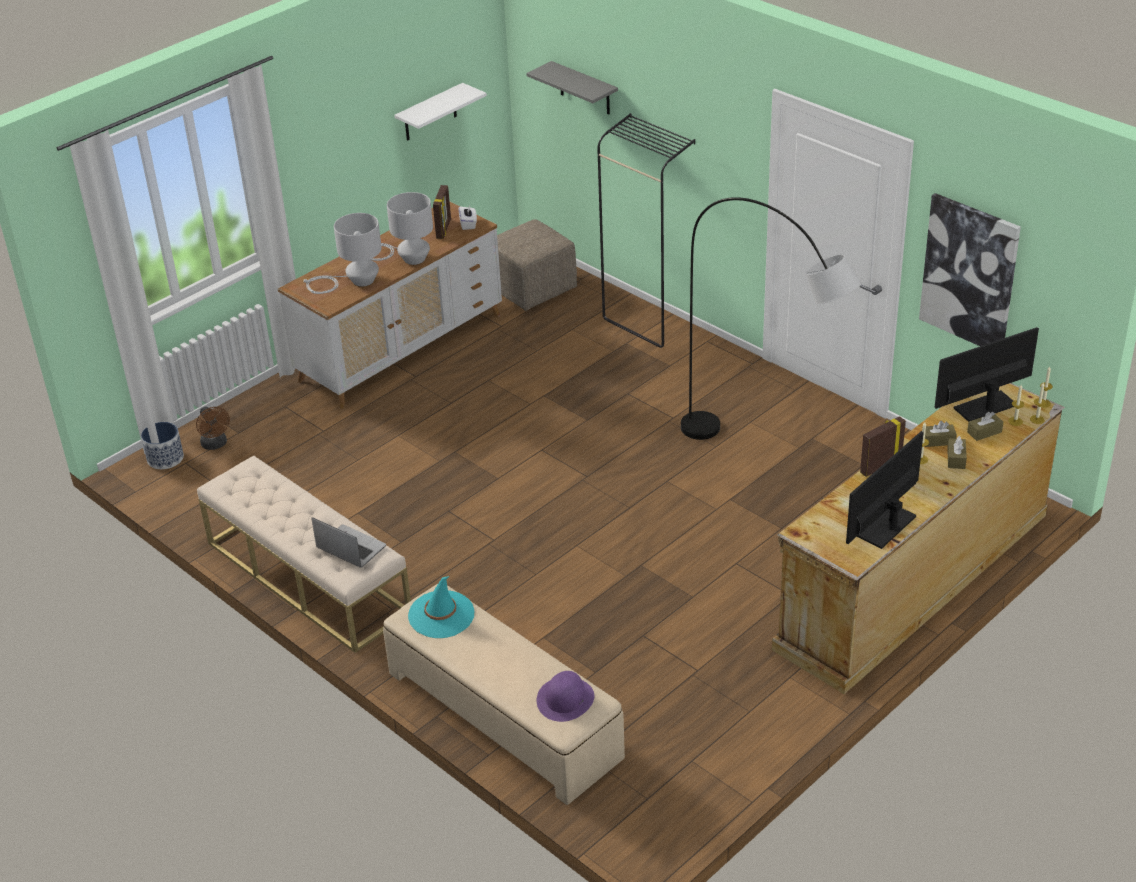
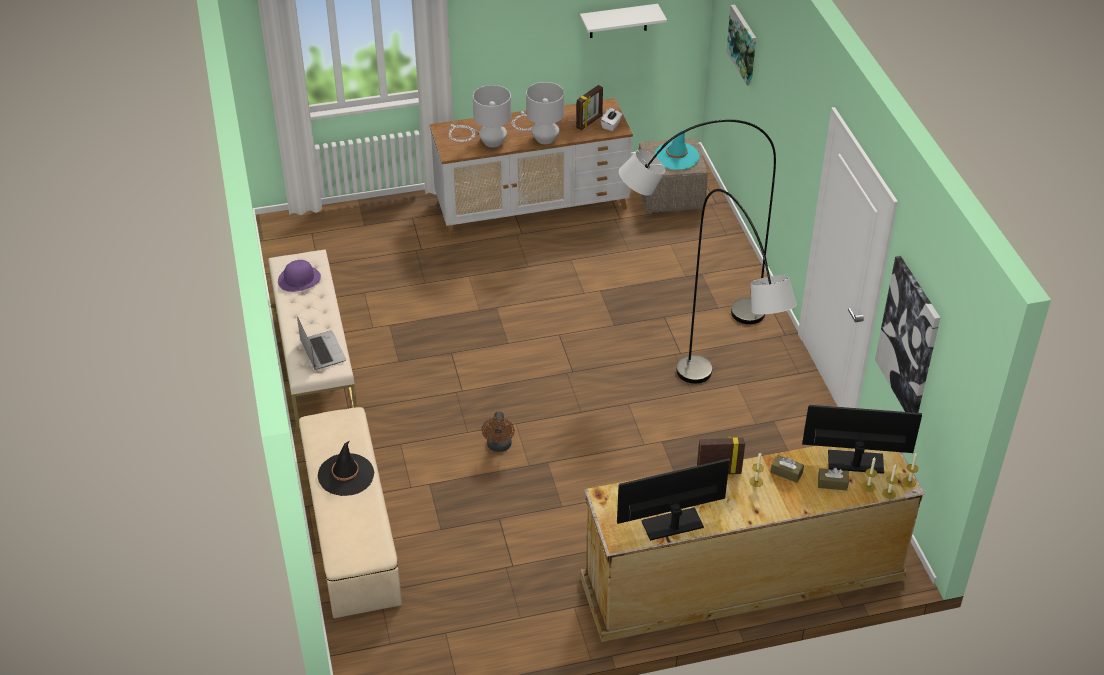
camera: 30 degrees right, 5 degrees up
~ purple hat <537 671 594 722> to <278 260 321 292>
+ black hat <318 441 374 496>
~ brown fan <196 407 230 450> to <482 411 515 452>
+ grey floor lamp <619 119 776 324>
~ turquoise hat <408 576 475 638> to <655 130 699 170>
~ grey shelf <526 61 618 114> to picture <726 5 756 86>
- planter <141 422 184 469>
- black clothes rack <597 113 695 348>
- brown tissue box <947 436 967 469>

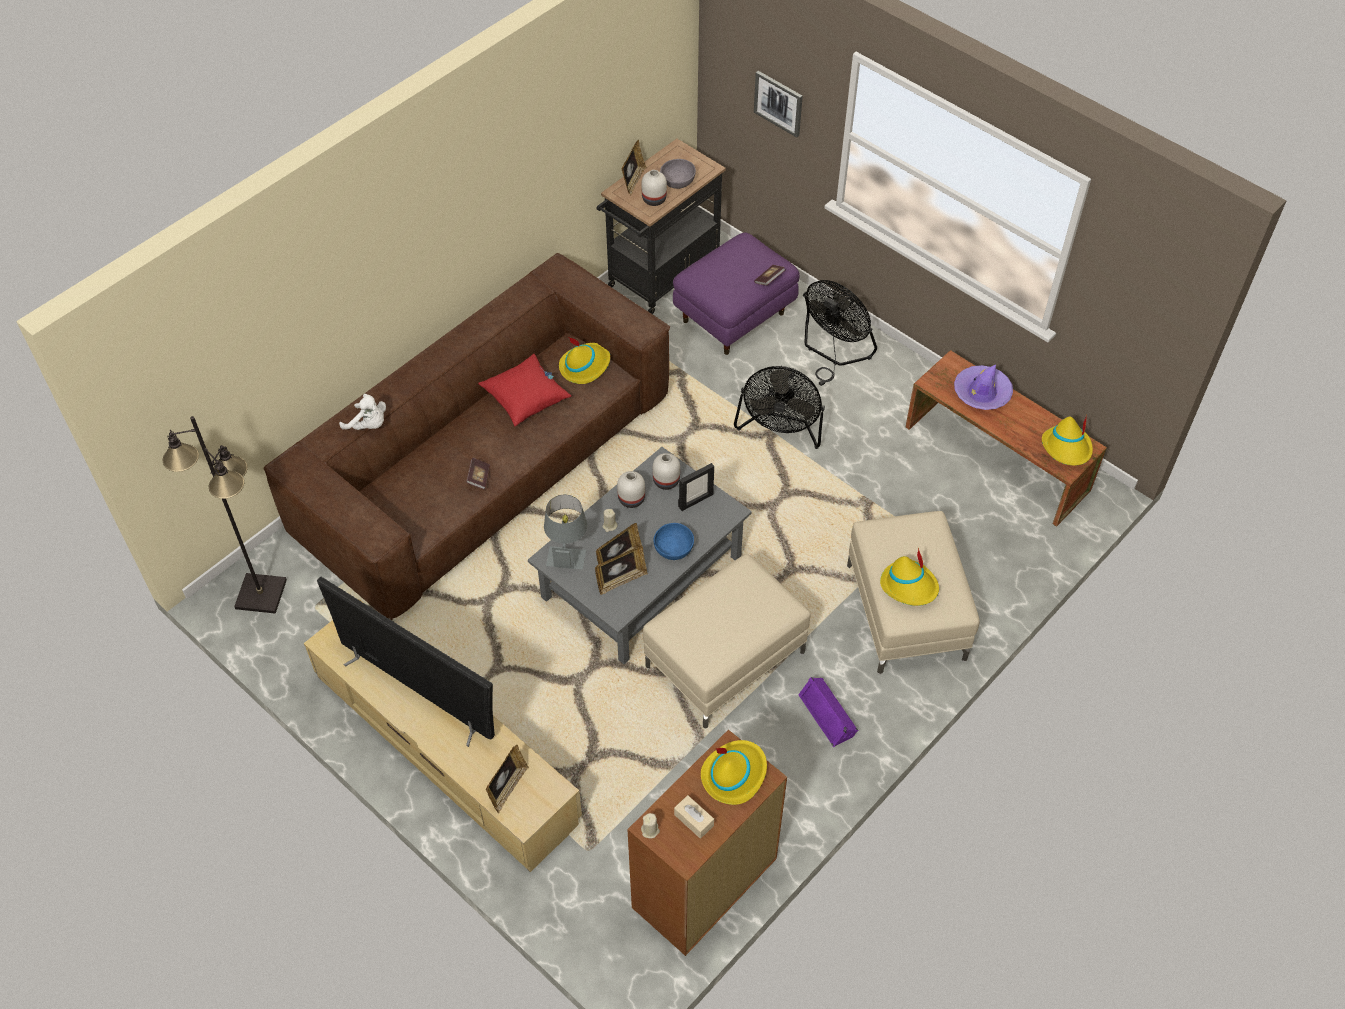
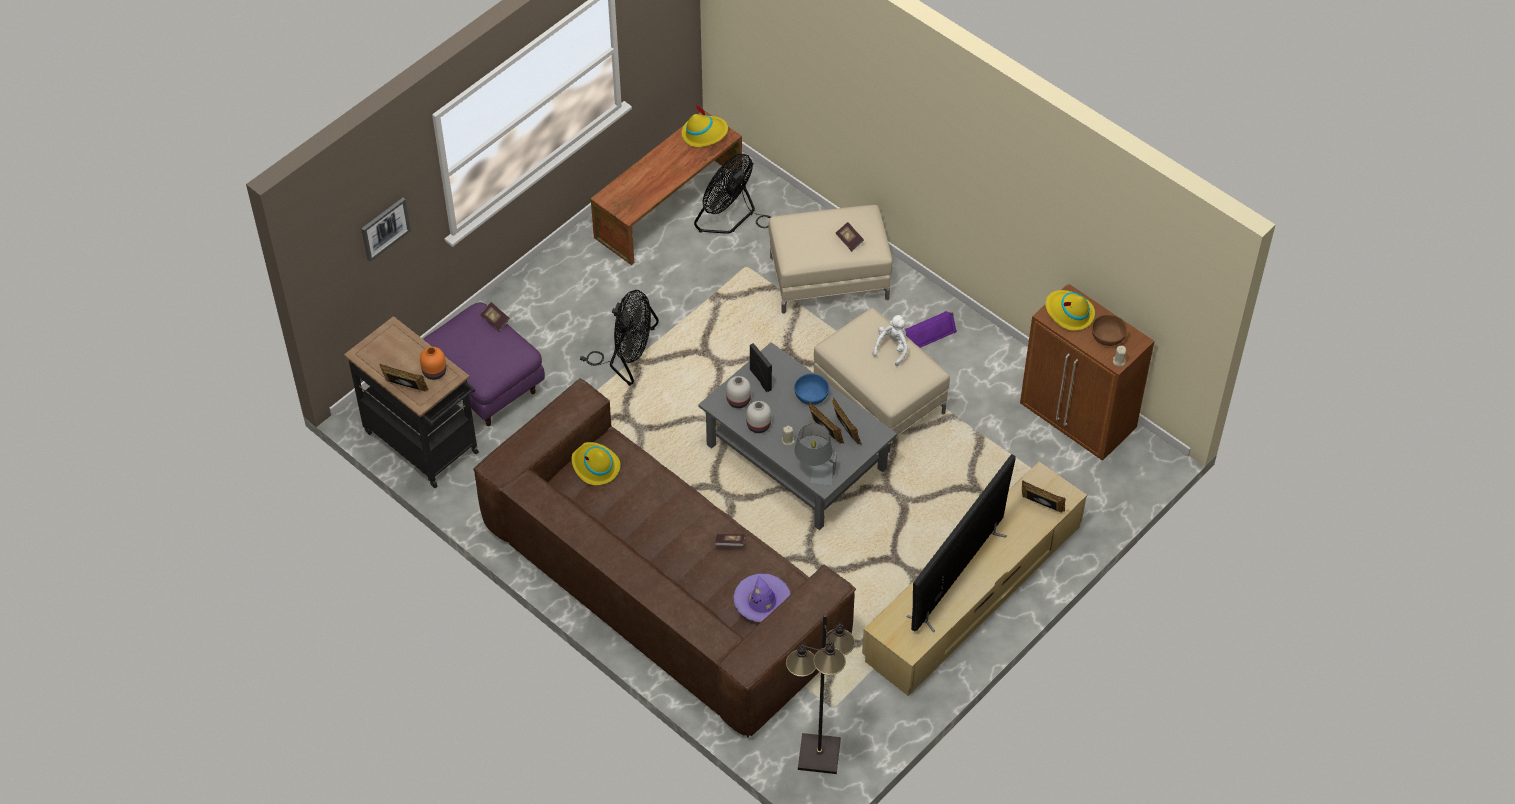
camera: 90 degrees left, 0 degrees up
~ white vase <641 170 667 206> to orange vase <420 347 446 380>
~ black fan <803 280 877 386> to <694 154 771 234>
~ purple hat <954 365 1013 410> to <733 573 791 622>
~ yellow hat <880 548 939 606> to book <836 222 864 251>
~ white plush toy <339 394 386 430> to <872 315 908 366>
~ beige tissue box <674 795 714 839> to brown bowl <1092 314 1127 346>
- red pillow <478 354 571 426>
- grey bowl <660 159 696 189>

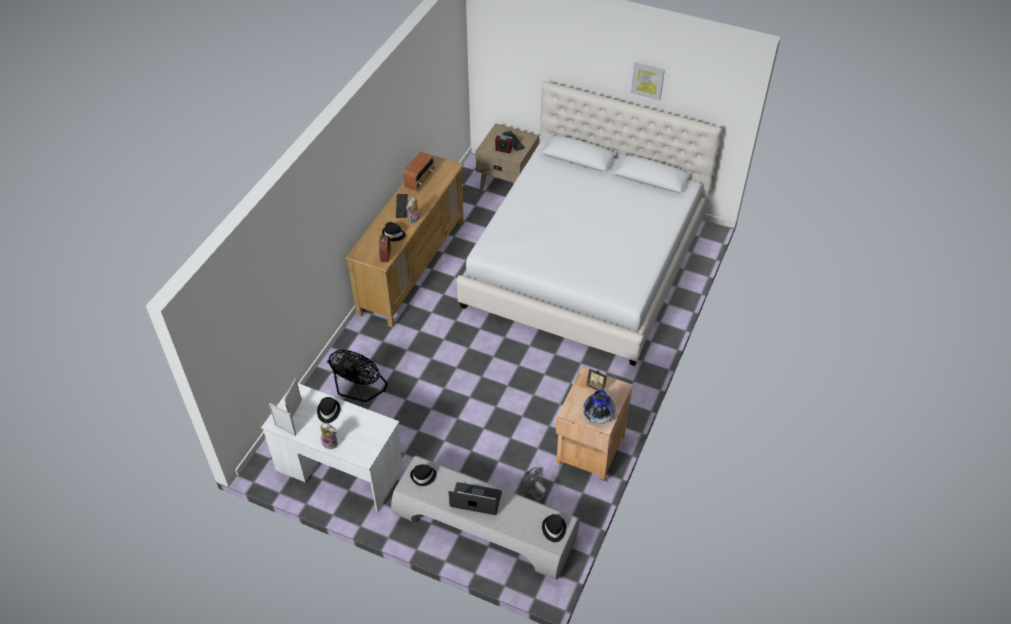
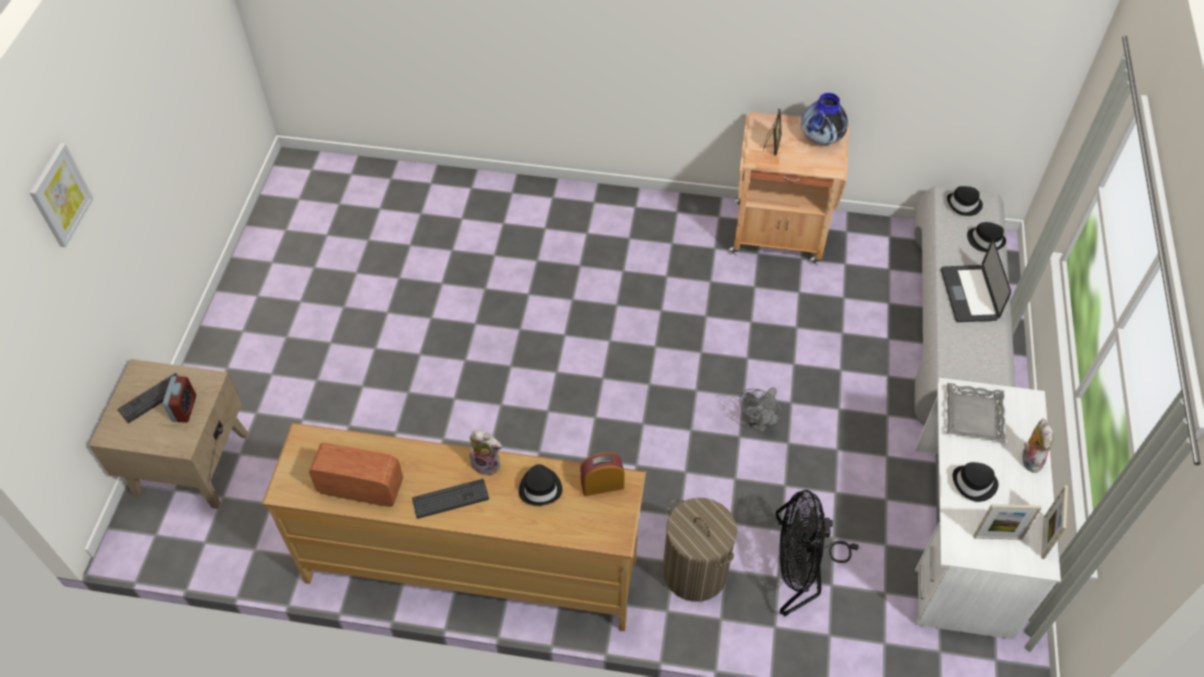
camera: 105 degrees left, 5 degrees up
~ picture <631 62 665 100> to <30 143 94 247>
+ laundry basket <663 498 737 602>
~ grey fan <521 467 546 502> to <739 387 782 432>
+ grey tray <947 383 1006 442>
~ black hat <410 464 437 486> to <967 222 1006 252>
- white bed <457 81 722 366>

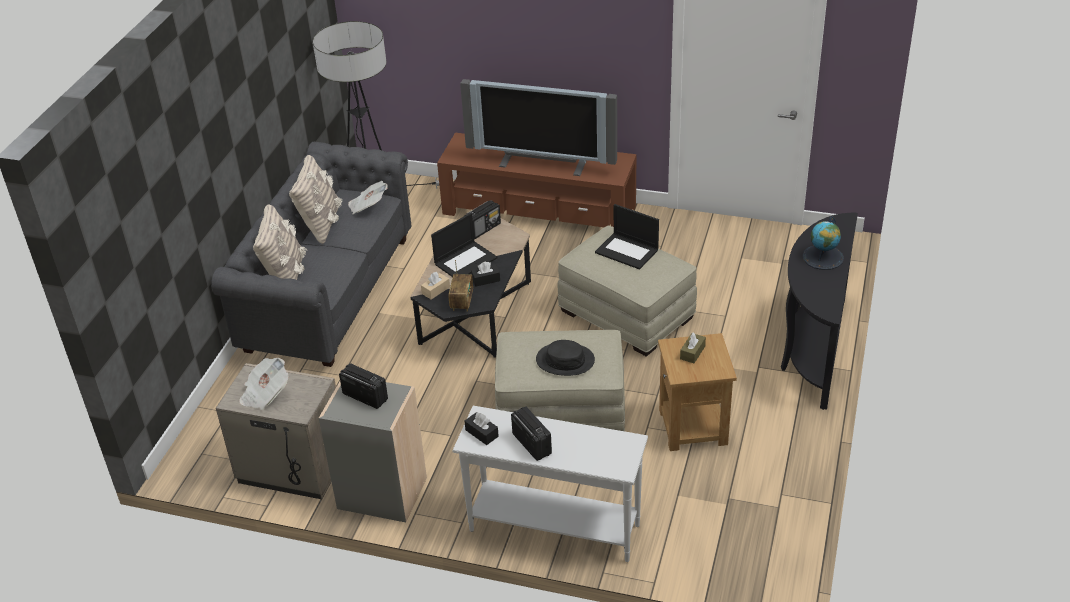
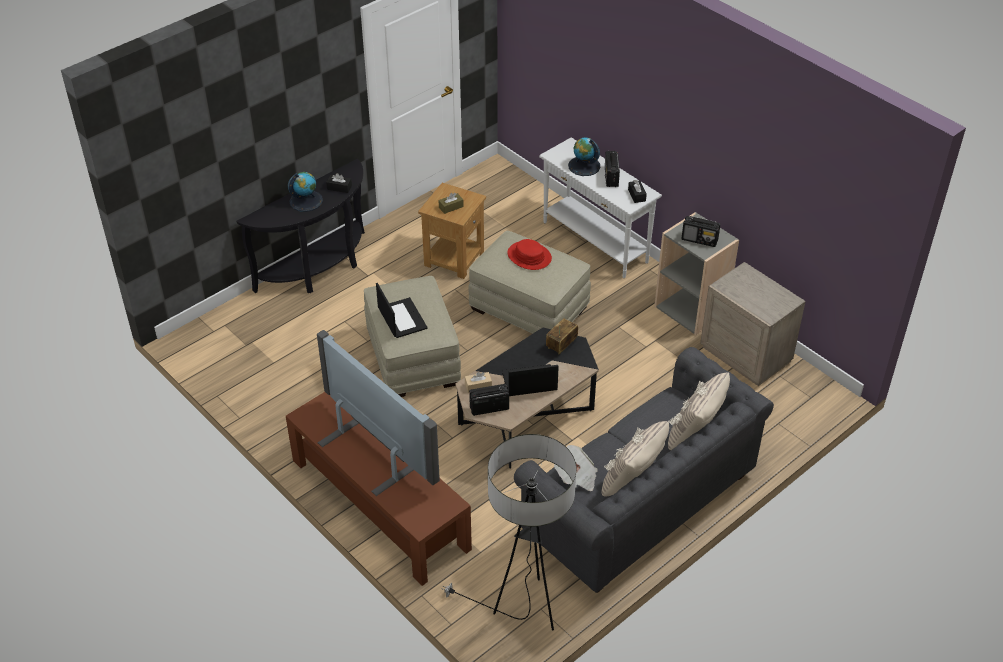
camera: 150 degrees left, 5 degrees up
~ black tissue box <471 261 500 287> to <326 173 352 193>
~ beige tissue box <421 272 450 299> to <465 372 492 393>
~ black hat <536 340 595 376> to red hat <507 239 552 270>
+ globe <568 137 600 176>
~ radio <339 363 388 409> = <682 216 720 247> 45 degrees counterclockwise
- newspaper <239 358 289 410>

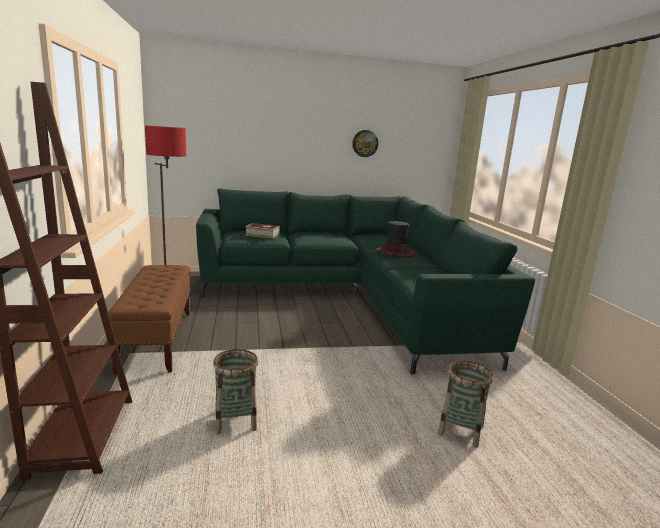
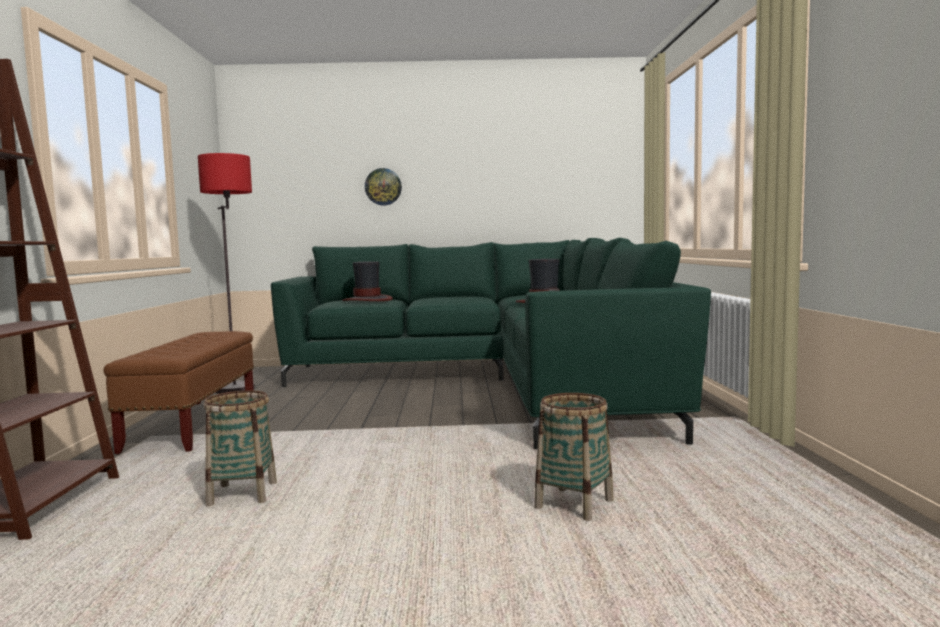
camera: 10 degrees right, 10 degrees down
~ book <245 223 280 239> to hat <342 261 393 301>
~ wall clock <352 130 378 157> to <365 168 402 205>

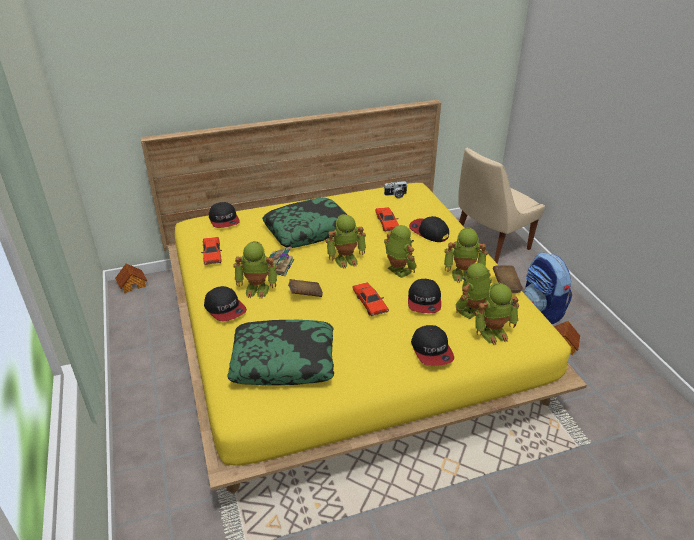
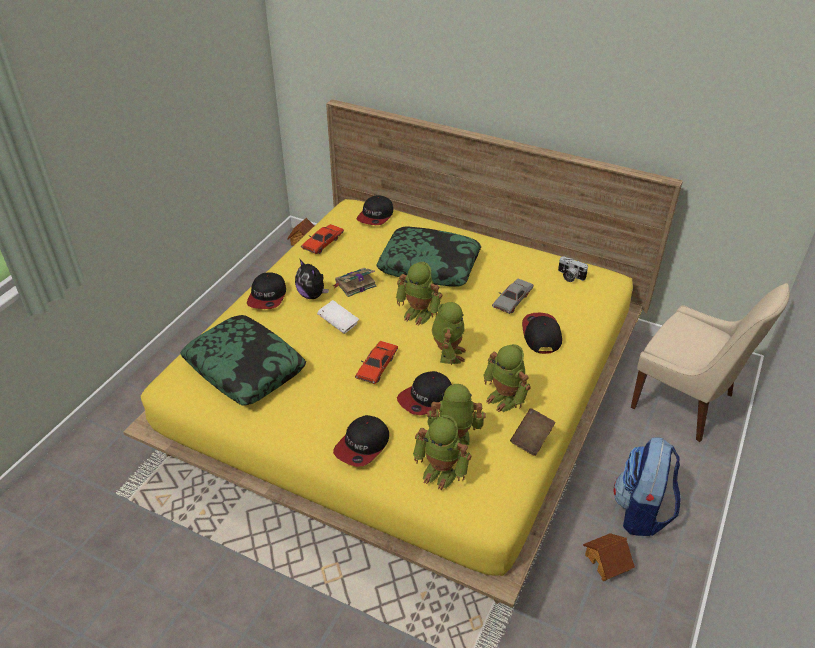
camera: 45 degrees right, 5 degrees up
~ toy robot <233 241 277 299> to plush toy <295 259 329 299>
~ brown book <288 279 323 297> to white book <317 300 359 334>
~ red toy car <375 207 399 232> to grey toy car <492 278 534 314>
~ beige chair <458 148 545 264> = <631 283 790 442> 150 degrees counterclockwise

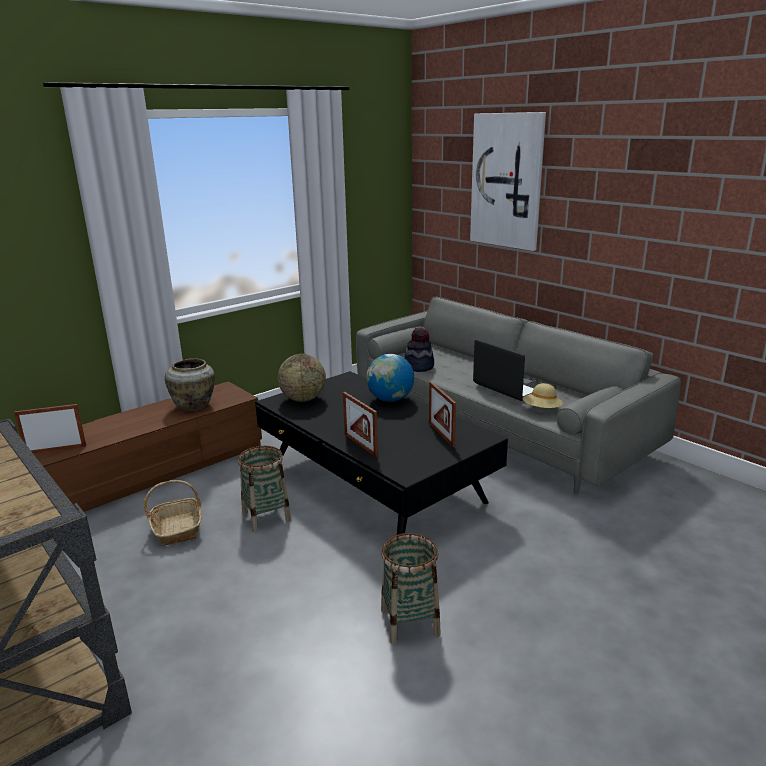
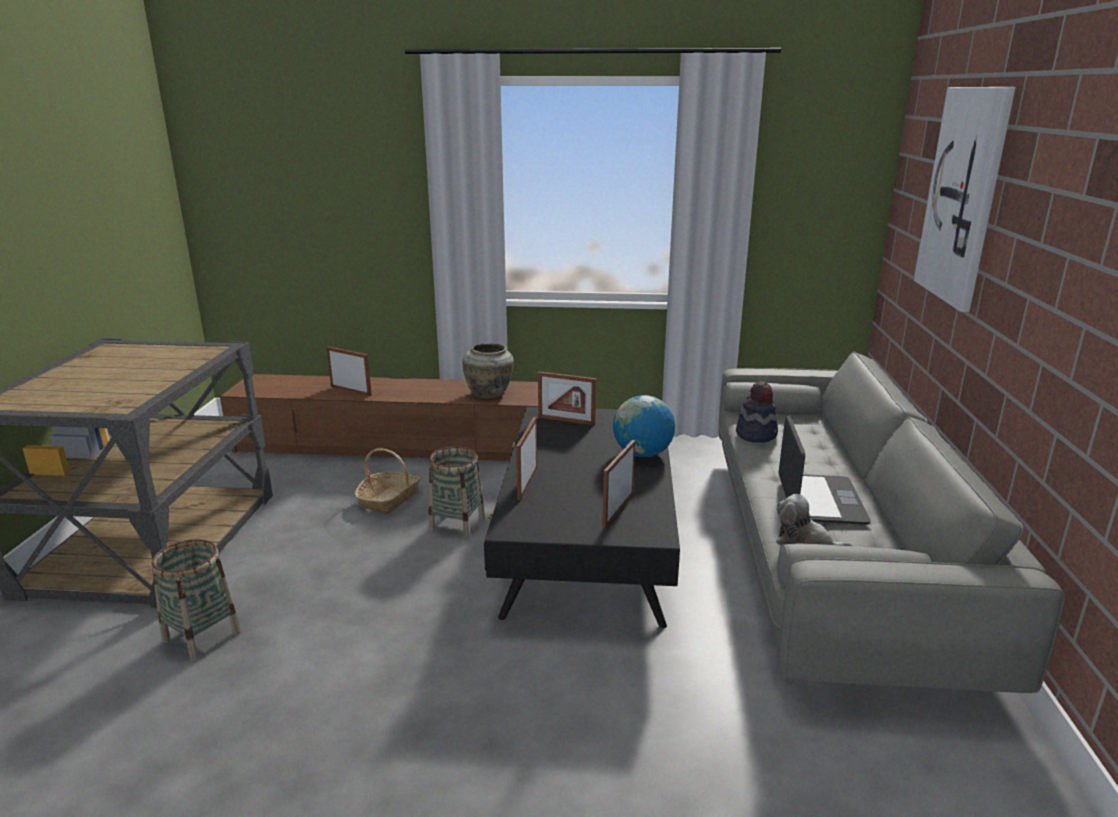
camera: 45 degrees right, 0 degrees up
~ basket <381 533 441 644> to <151 539 241 661>
~ globe <278 354 326 402> to picture frame <538 372 596 425>
~ beige hat <523 383 563 408> to plush toy <776 494 852 546>

